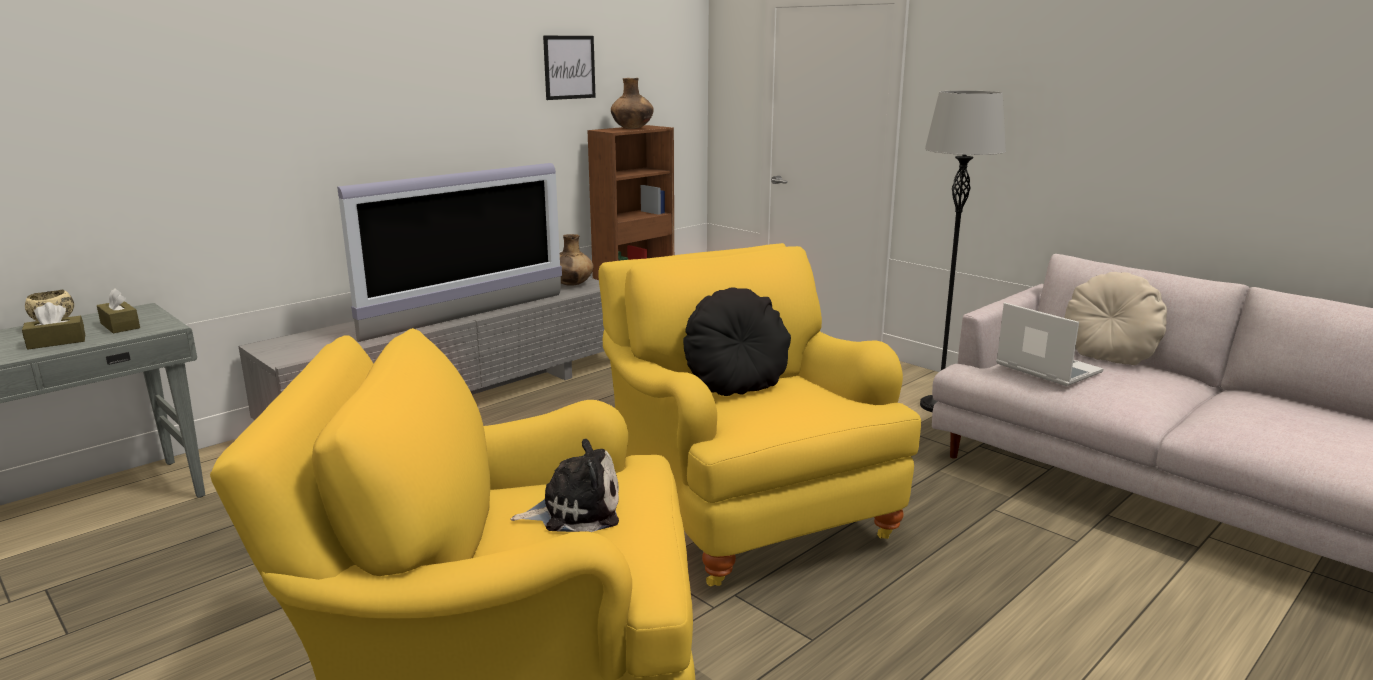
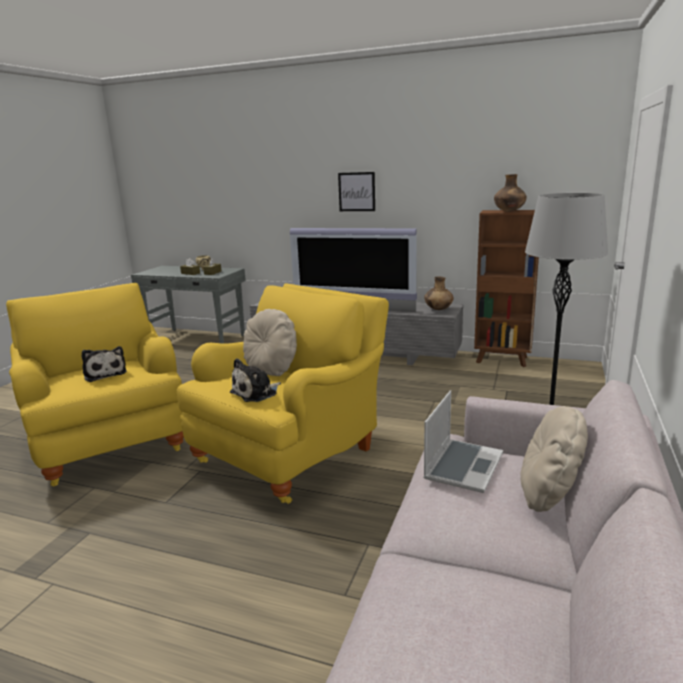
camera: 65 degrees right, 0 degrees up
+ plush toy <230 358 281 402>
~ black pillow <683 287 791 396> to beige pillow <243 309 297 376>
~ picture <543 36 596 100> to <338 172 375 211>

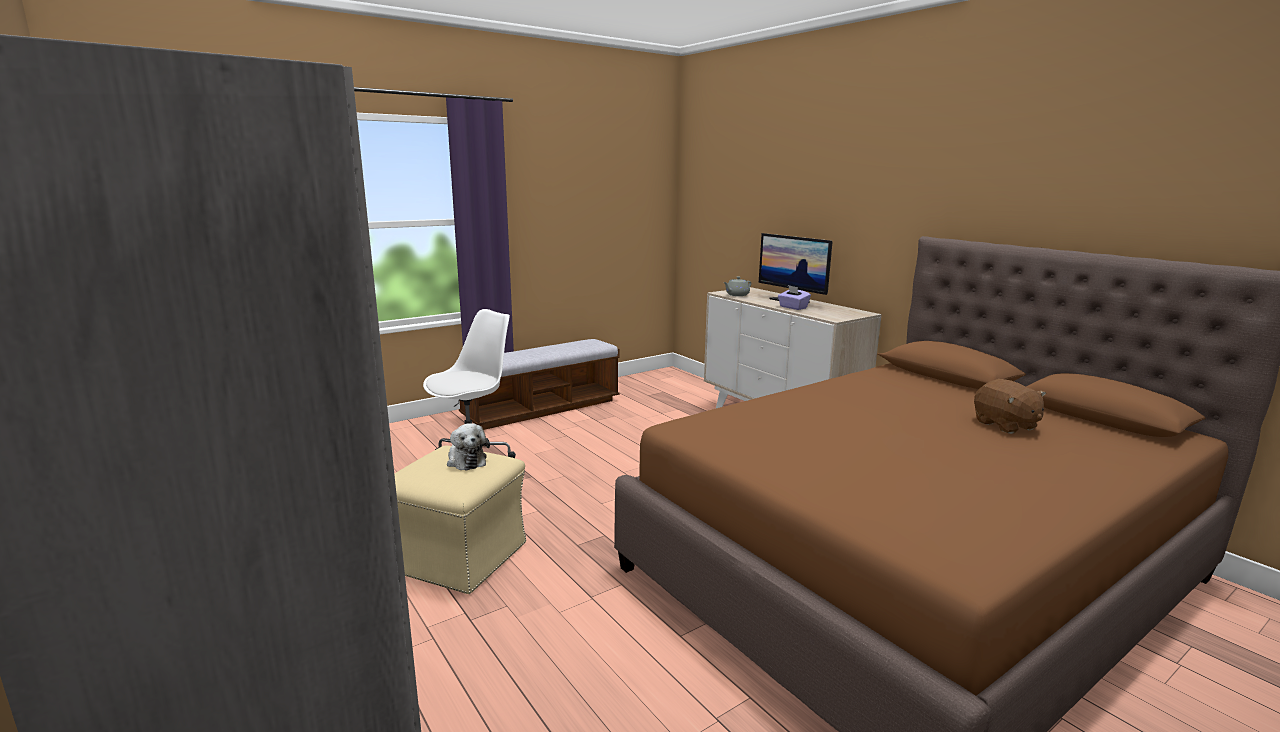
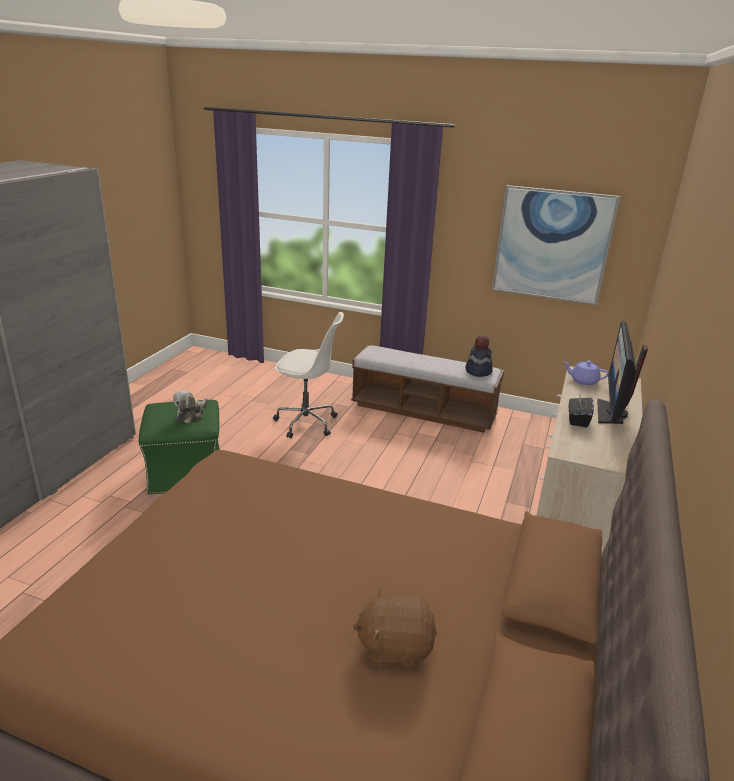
camera: 55 degrees right, 10 degrees up
~ beige ottoman <394 445 526 594> to green ottoman <139 400 220 495>
~ brown plush toy <974 379 1046 434> = <353 589 437 669> 60 degrees clockwise
+ hat <465 335 493 377>
+ picture <492 185 620 305>
~ grey teapot <723 276 751 296> to purple teapot <563 361 609 385>
~ purple tissue box <778 285 811 310> to black tissue box <569 395 594 427>

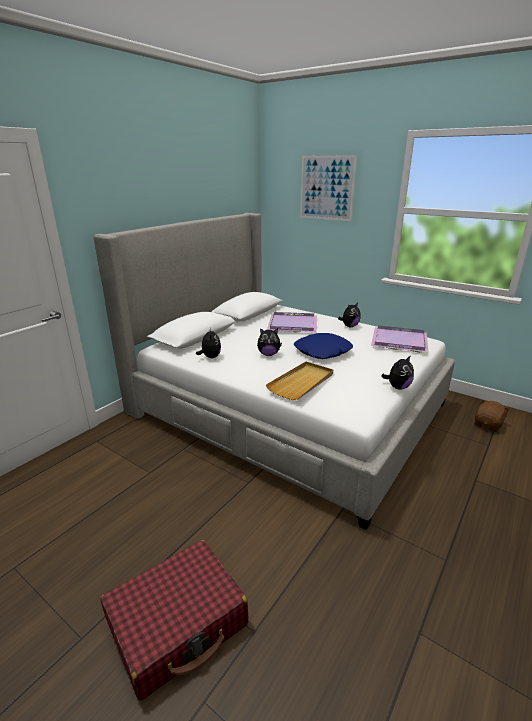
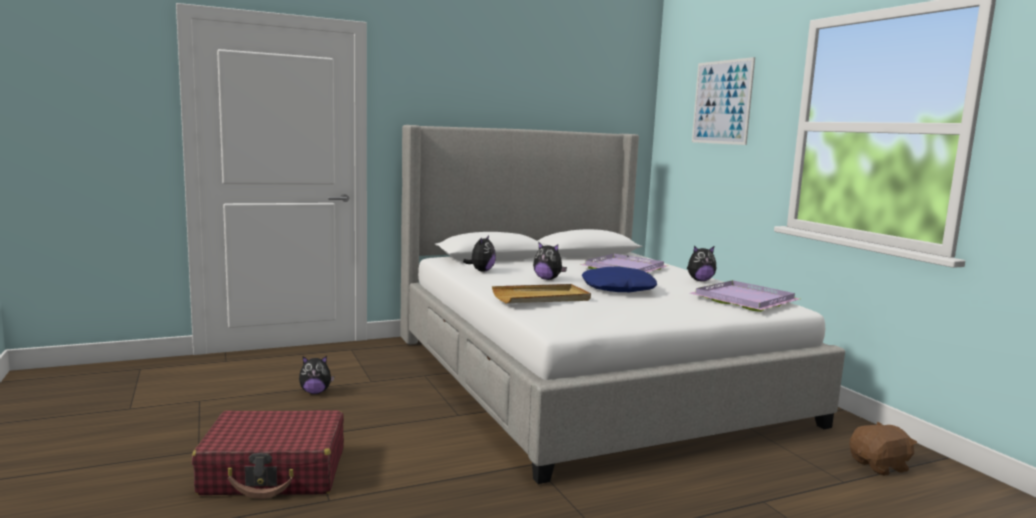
camera: 30 degrees right, 15 degrees down
~ plush toy <381 355 414 390> to <299 356 334 394>

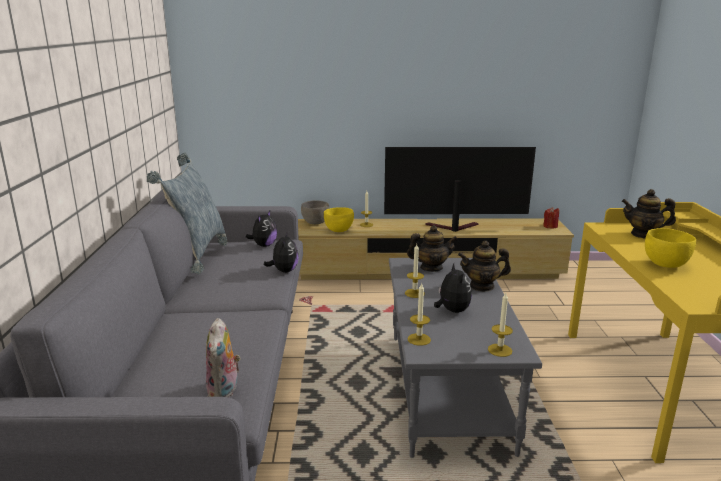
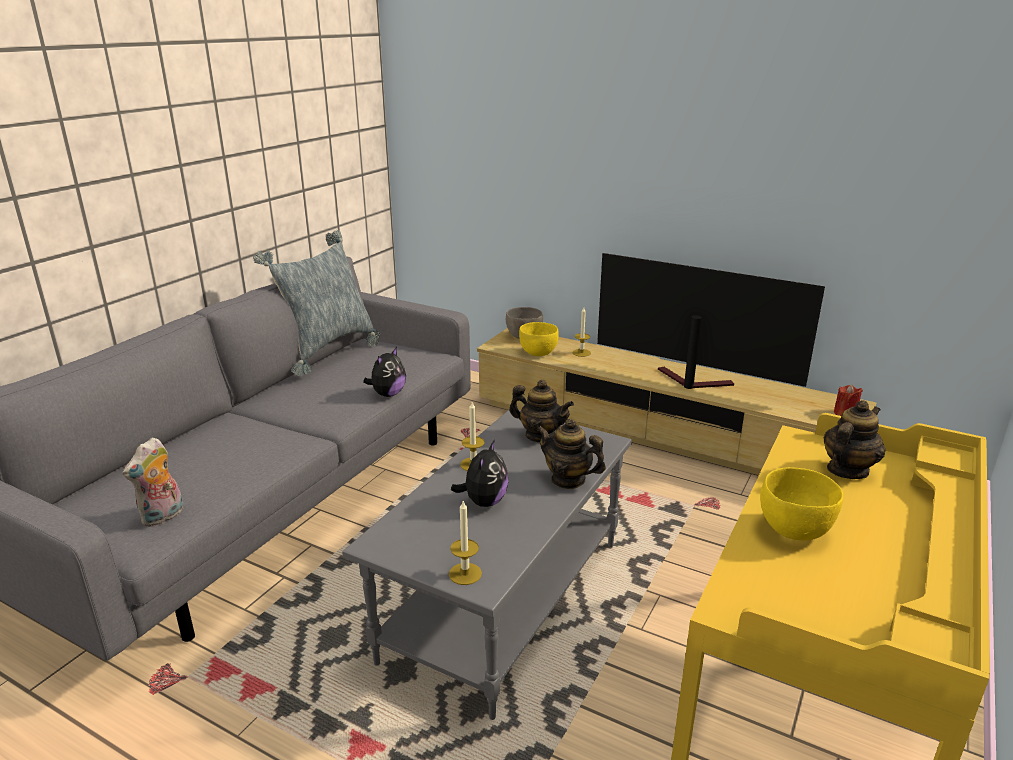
camera: 30 degrees right, 5 degrees up
~ teapot <622 189 676 238> = <824 400 885 479> 90 degrees clockwise
- plush toy <246 211 277 247>
- candle <408 282 431 346>

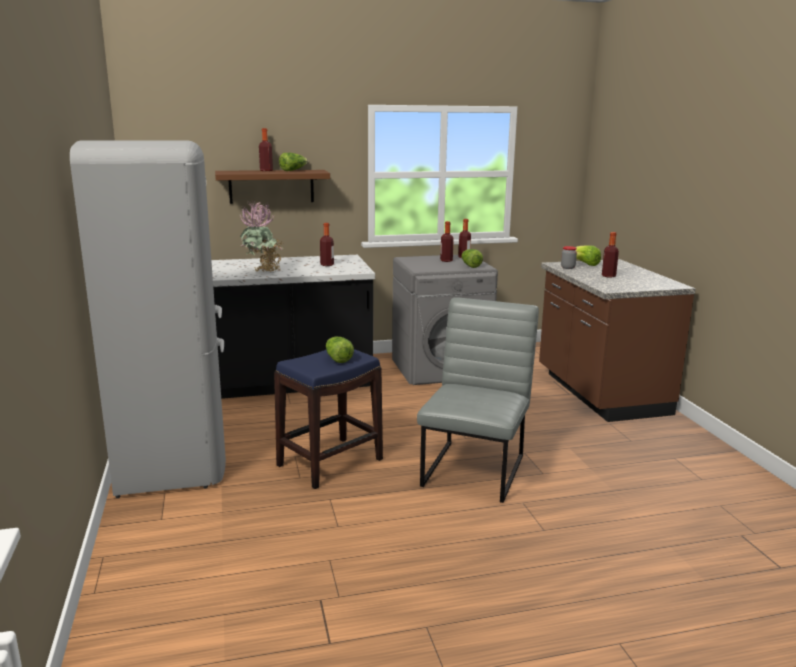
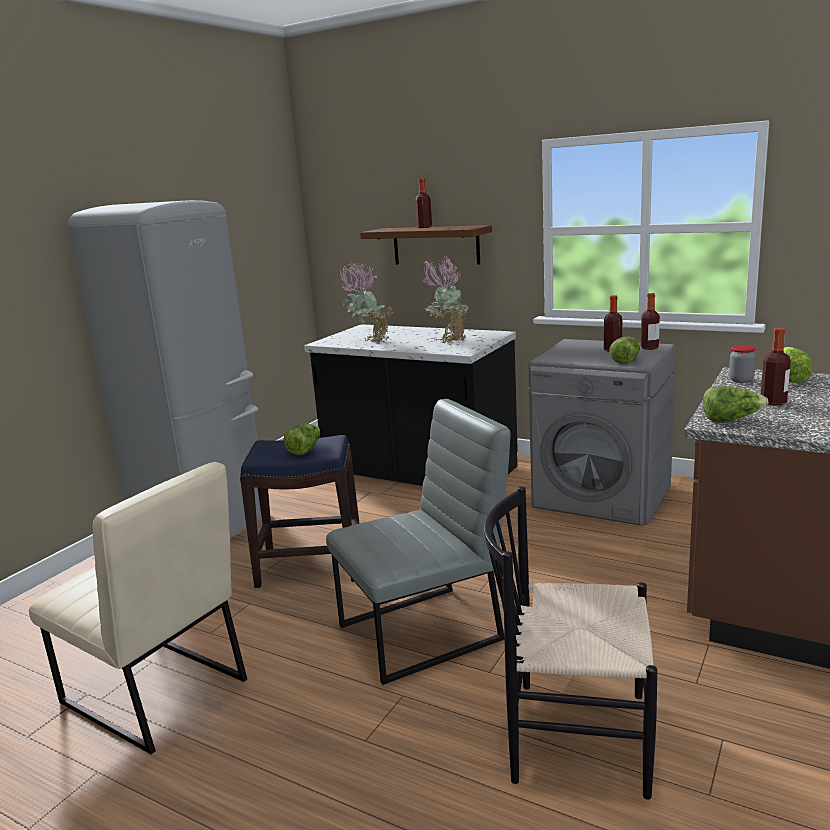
camera: 45 degrees right, 0 degrees up
+ beige chair <29 462 247 754>
~ bottle <320 223 334 266> to potted plant <422 256 470 343>
+ black chair <484 486 657 800>
~ lettuce <279 153 308 171> to <703 386 768 422>

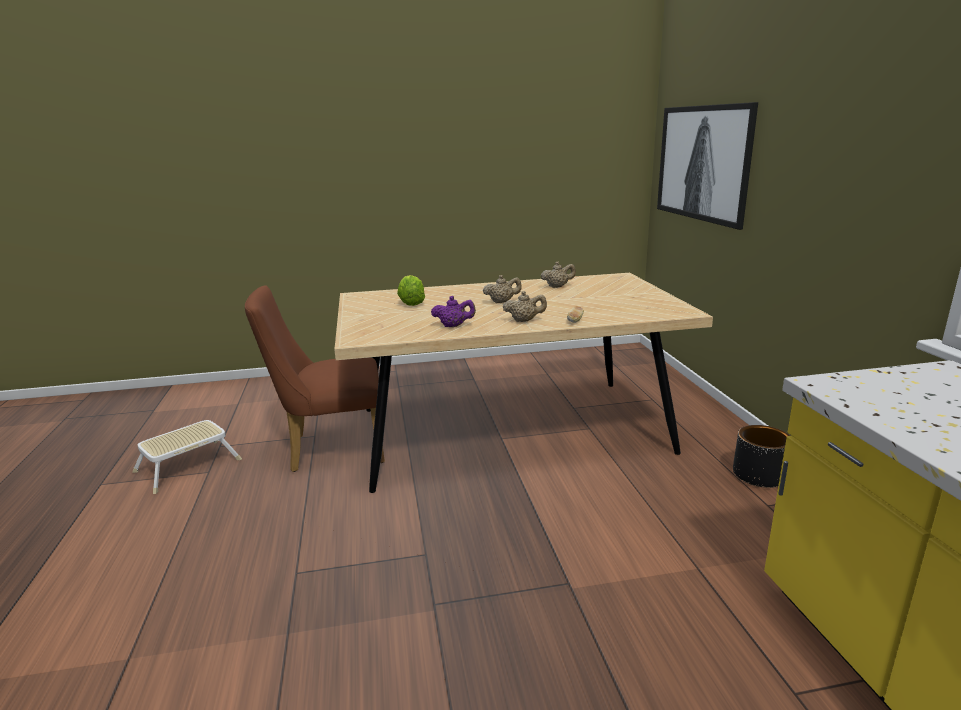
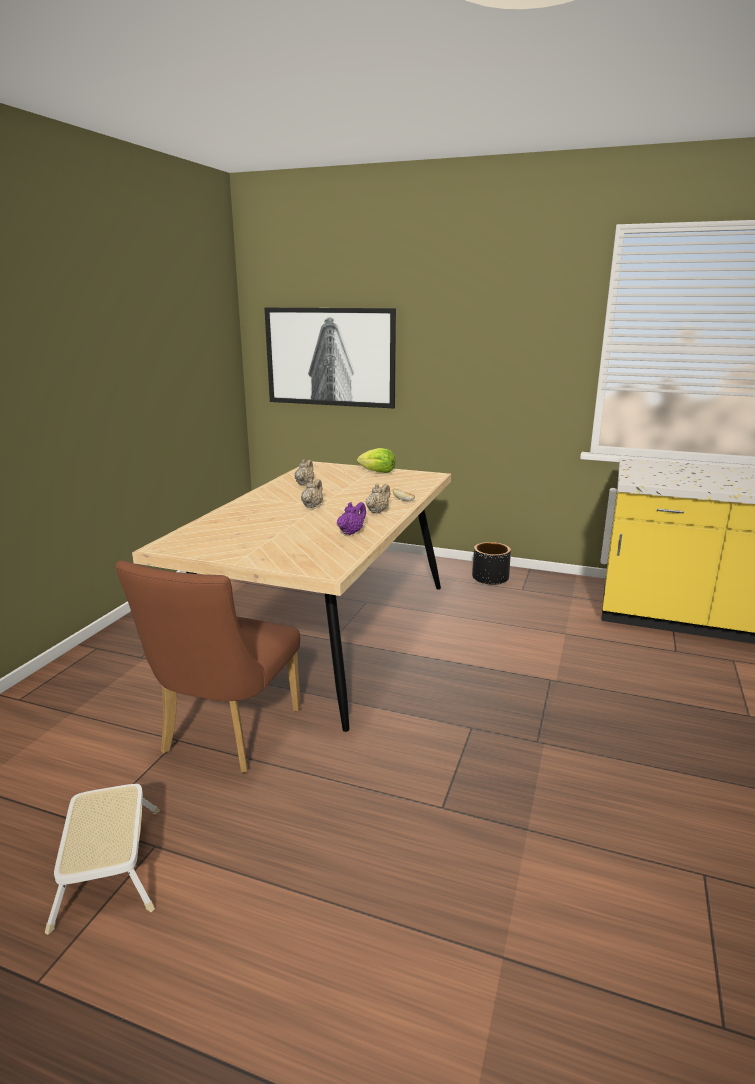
camera: 60 degrees left, 0 degrees up
~ lettuce <397 275 425 306> to <357 448 395 473>

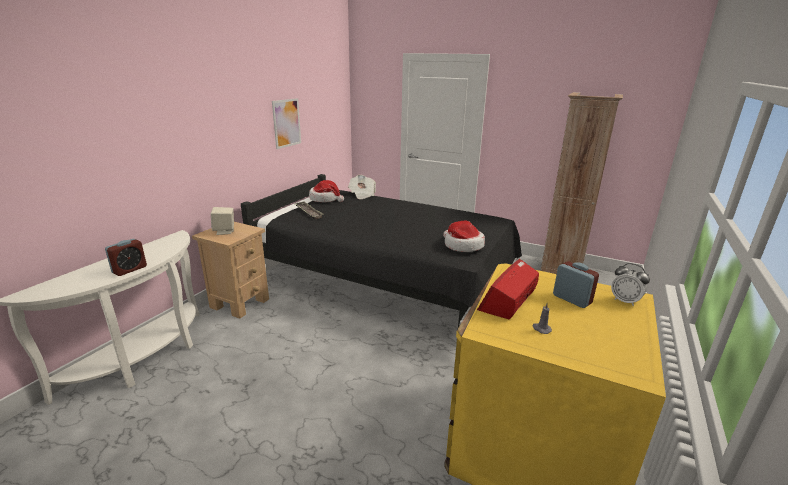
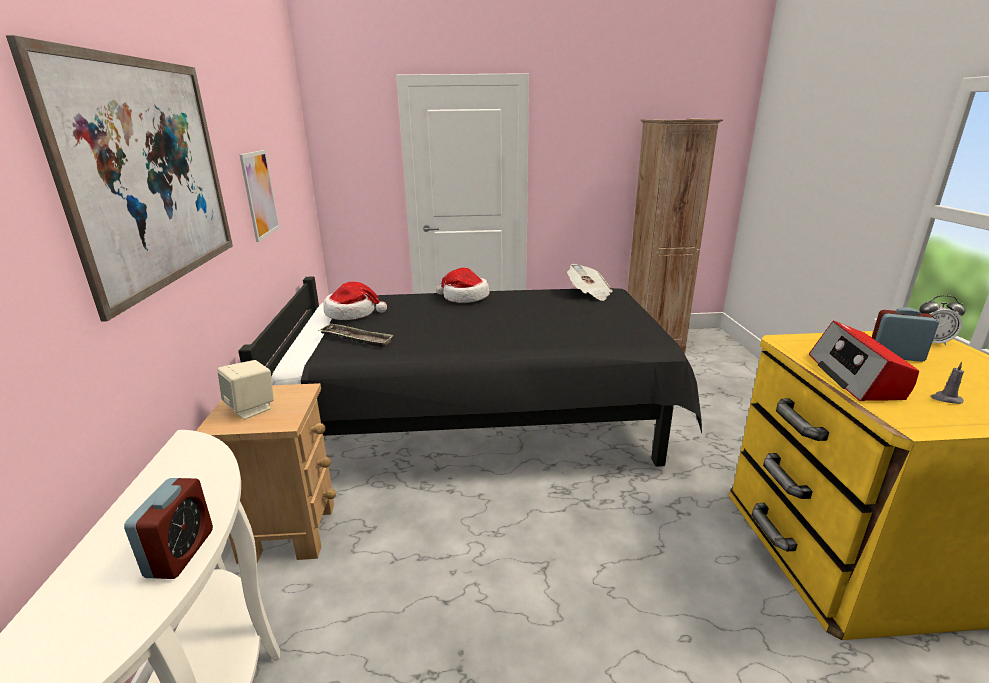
camera: 30 degrees left, 0 degrees up
+ picture <6 35 233 322>
~ hat <443 220 485 252> to <436 268 489 303>
~ newspaper <348 175 376 199> to <567 264 612 301>

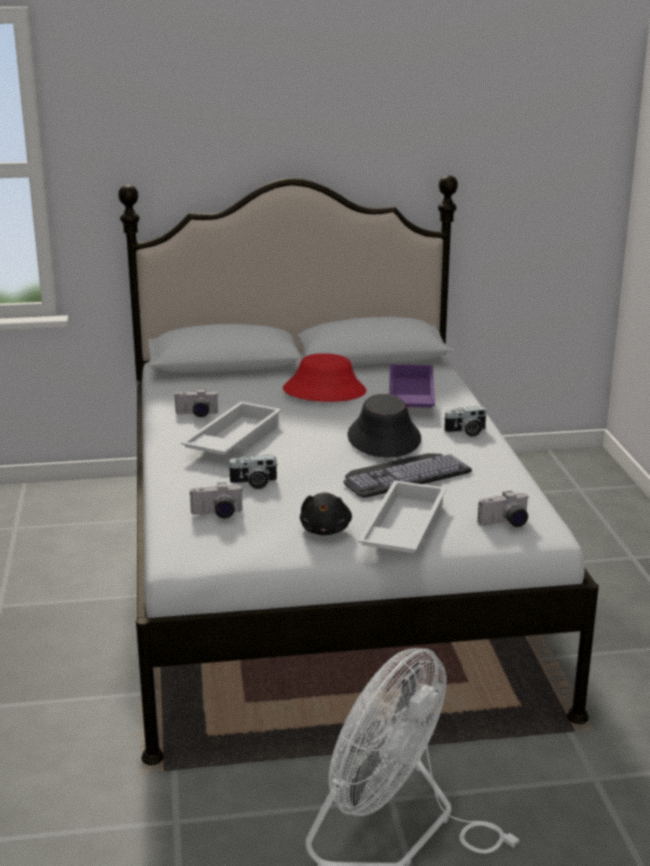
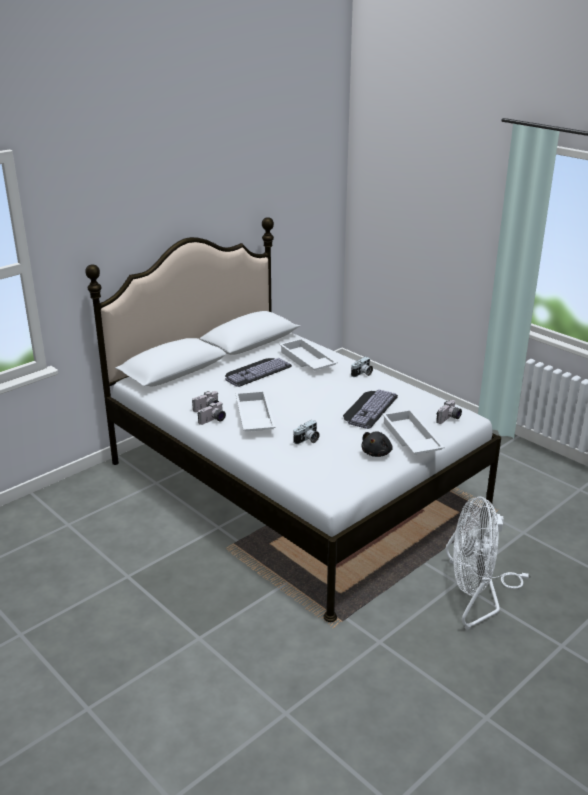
camera: 35 degrees left, 5 degrees up
~ photo camera <189 482 243 518> to <198 402 226 425>
~ red hat <283 353 366 402> to keyboard <225 358 292 387>
~ purple tray <389 364 435 408> to white tray <279 338 338 371>
~ black plush toy <300 492 352 535> = <361 432 393 457> 60 degrees clockwise
- black hat <348 394 421 458>

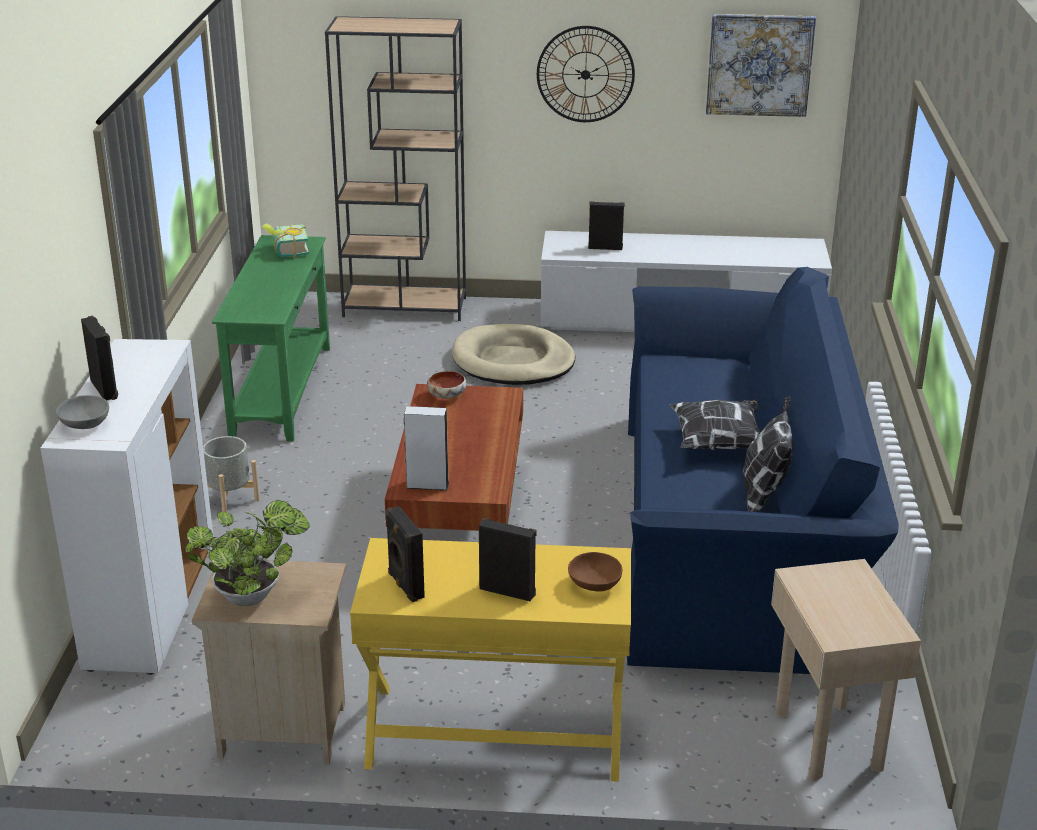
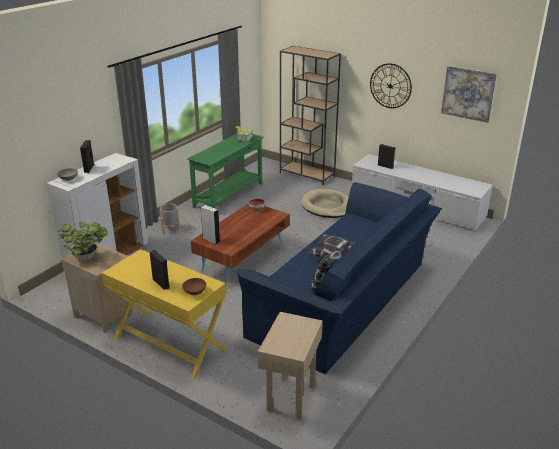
camera: 30 degrees right, 0 degrees up
- black speaker <385 506 425 602>

